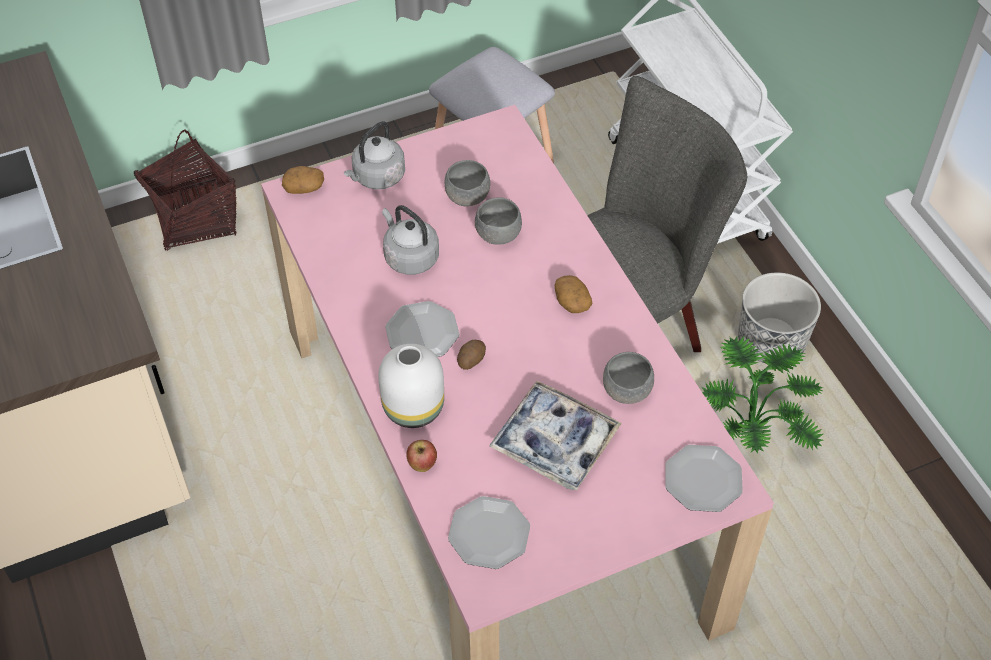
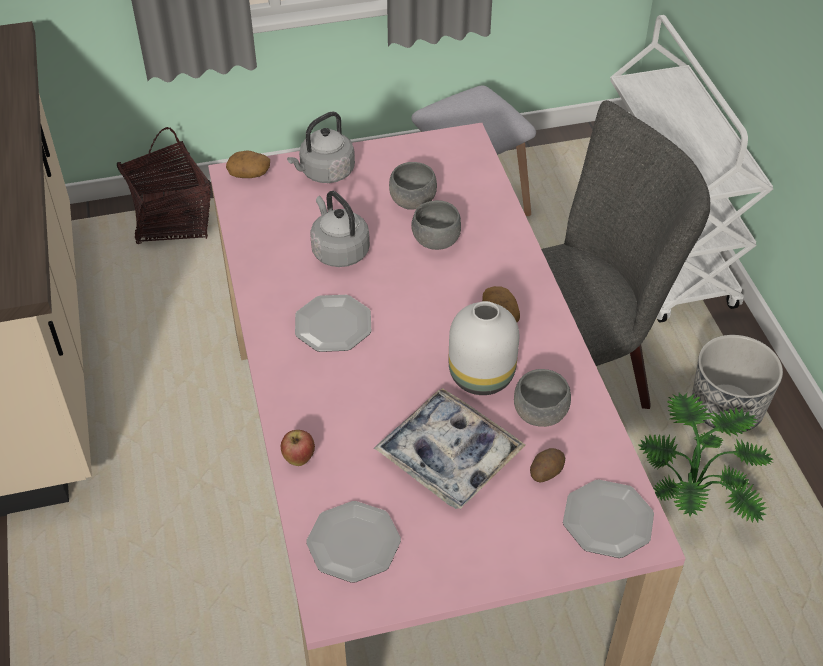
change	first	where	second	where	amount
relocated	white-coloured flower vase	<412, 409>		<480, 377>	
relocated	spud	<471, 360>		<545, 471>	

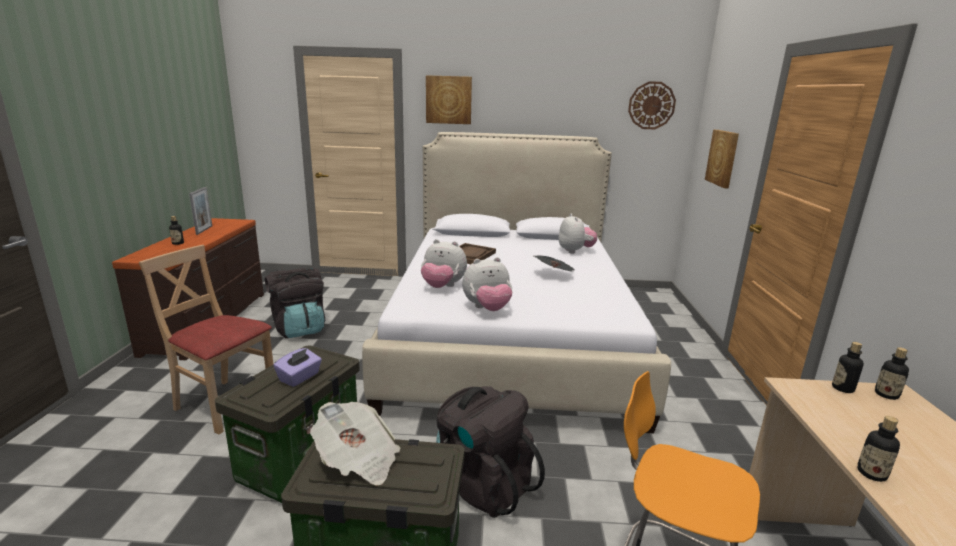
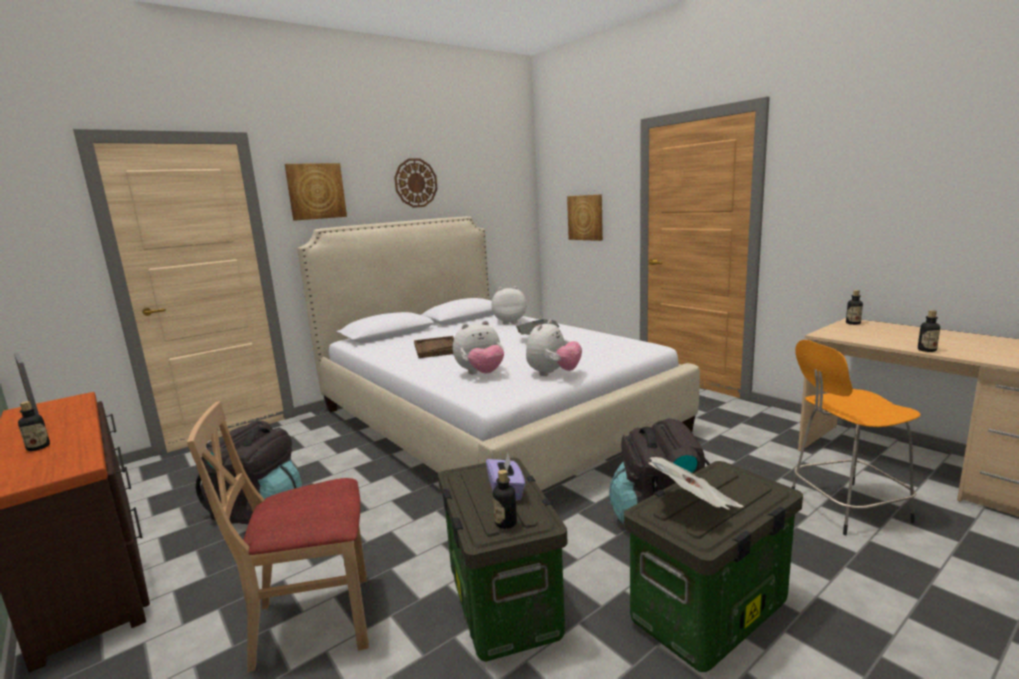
change	first	where	second	where	amount
relocated	wall clock	<651, 105>		<415, 183>	
relocated	beverage bottle	<842, 388>		<506, 523>	
spun	cuddly toy	<575, 251>		<509, 322>	45 degrees counterclockwise

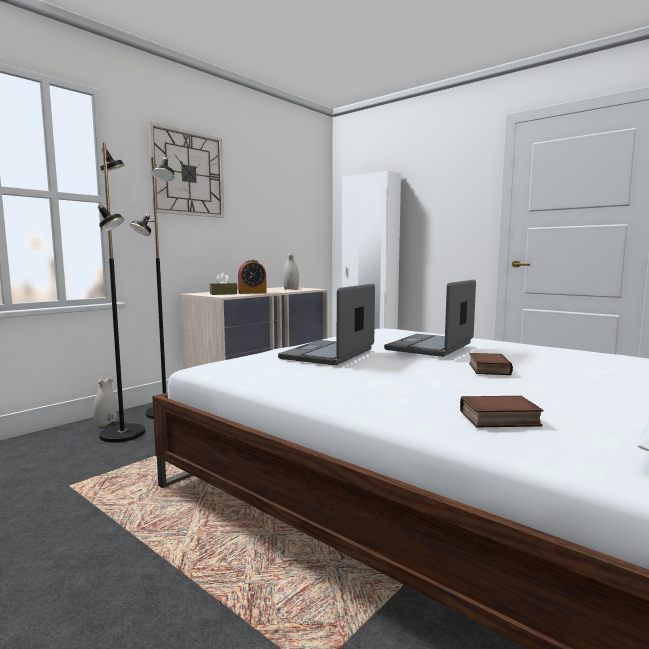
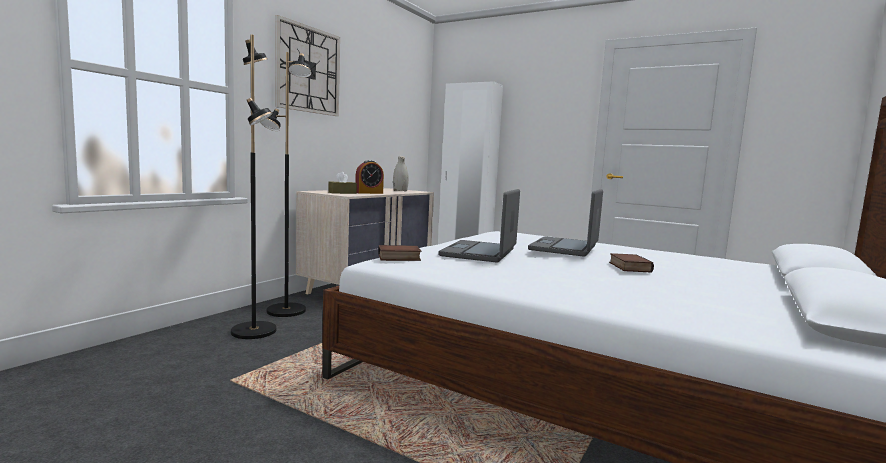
change	first	where	second	where	amount
missing	white-coloured flower vase	<106, 423>			
relocated	volume	<499, 419>		<398, 258>	

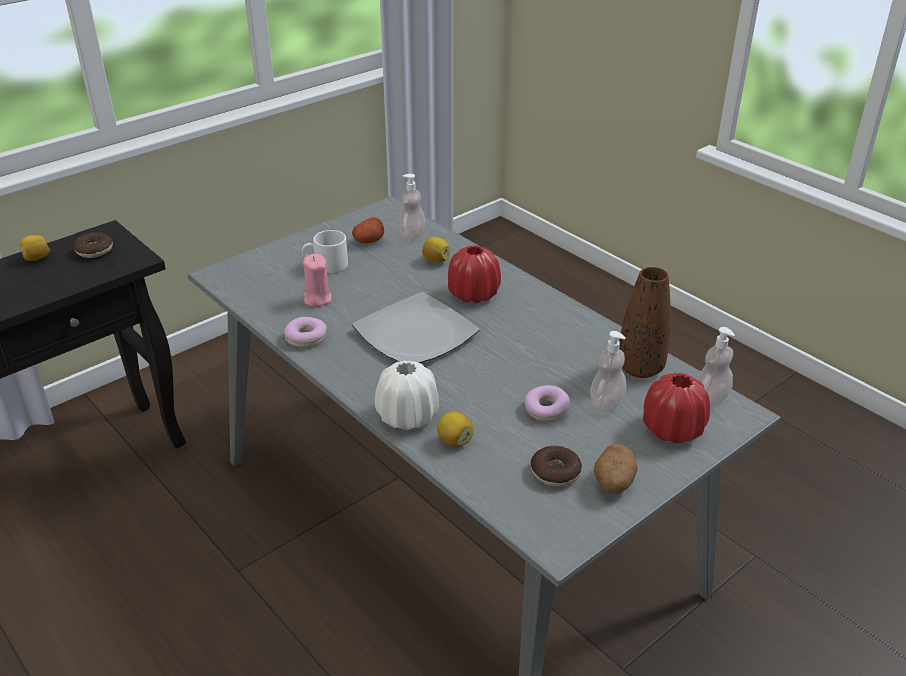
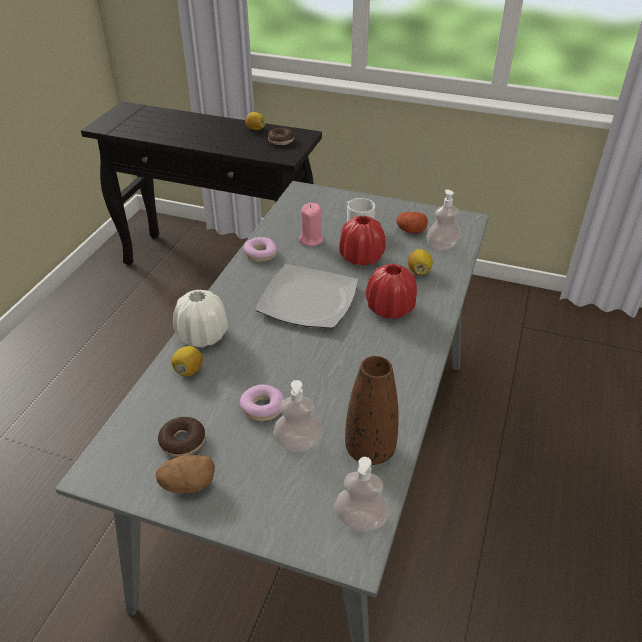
change	first	where	second	where	amount
relocated	red-coloured flower vase	<672, 429>		<361, 257>	

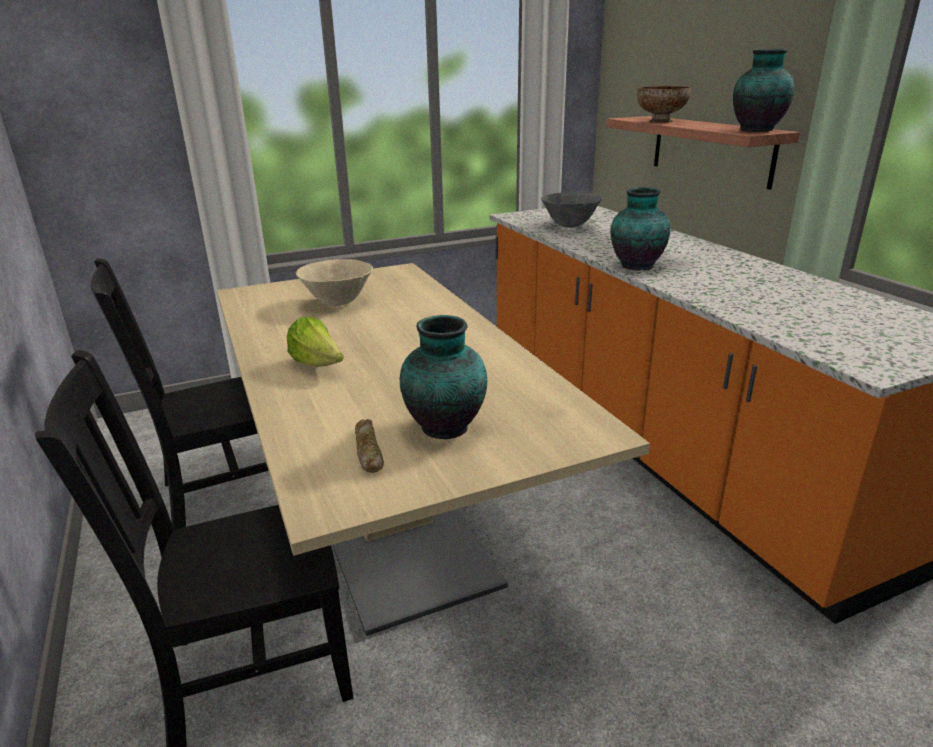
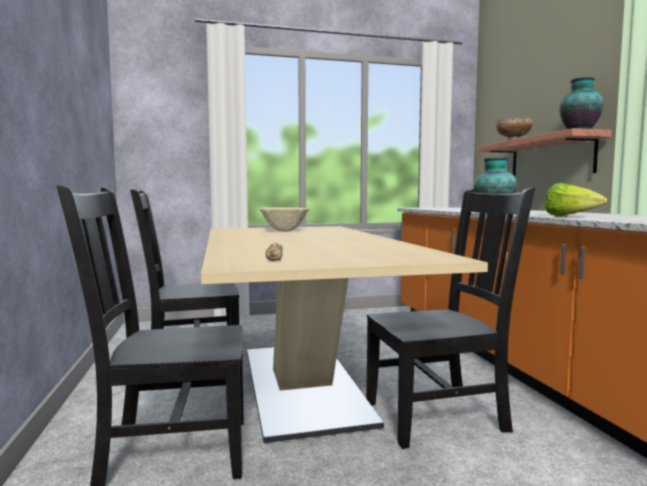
change	first	where	second	where	amount
missing	flower vase	<446, 428>			
missing	grey deep dish	<570, 226>			
appeared			black-coloured upright chair	<439, 415>	
relocated	lettuce	<318, 365>		<570, 216>	

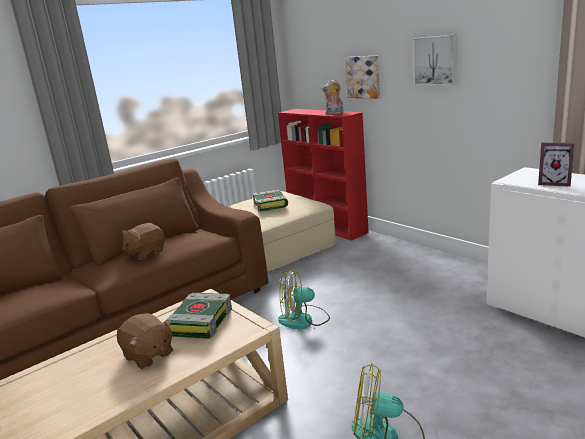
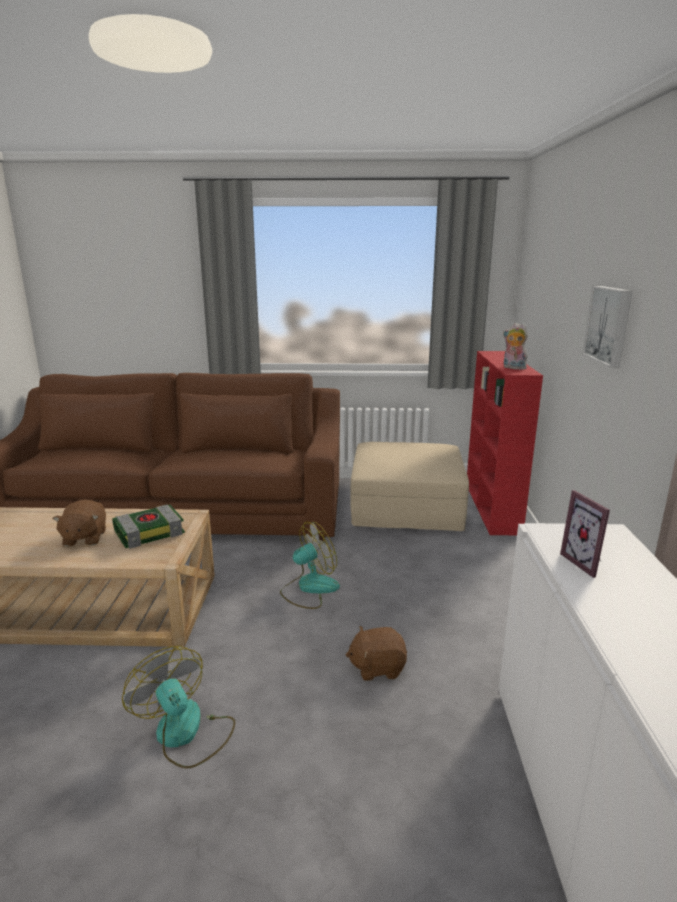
change	first	where	second	where	amount
missing	volume	<271, 205>			
missing	picture	<363, 77>			
relocated	brown-coloured cuddly toy	<145, 253>		<377, 667>	
spun	cooling fan	<304, 320>		<309, 588>	120 degrees clockwise

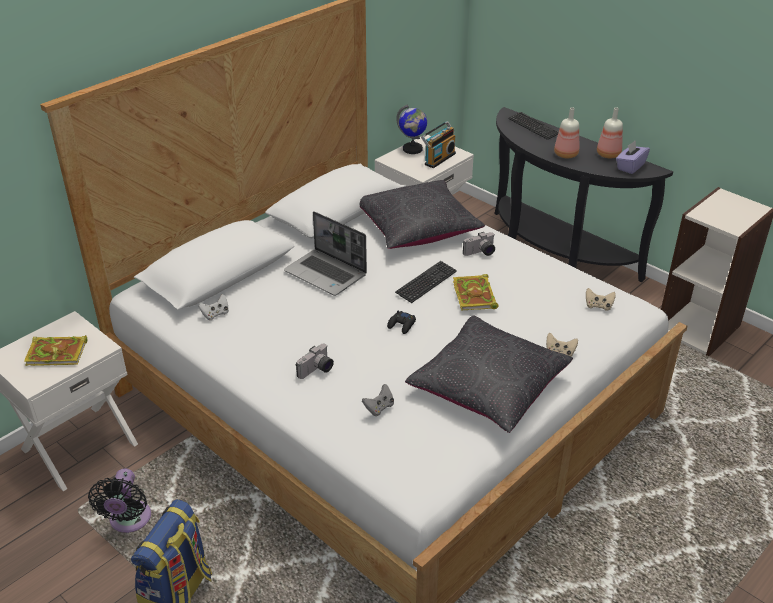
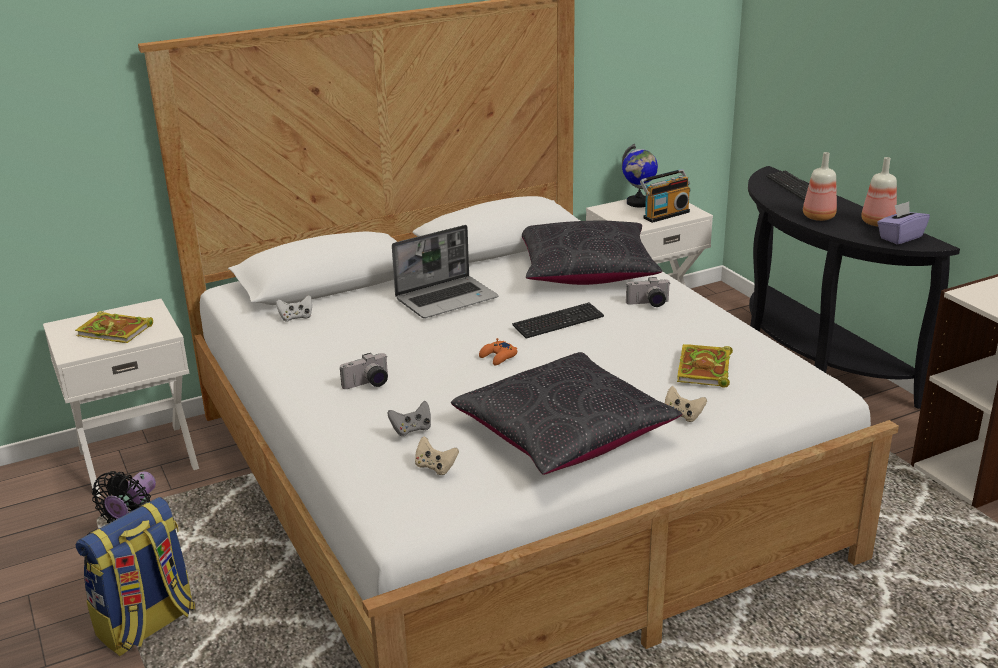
change	first	where	second	where	amount
relocated	volume	<475, 296>		<705, 370>	
relocated	sand-coloured joypad	<598, 306>		<435, 467>	
colour	black-coloured joypad	<402, 325>	orange-coloured joypad	<498, 357>	
spun	notebook computer	<327, 273>		<447, 299>	90 degrees counterclockwise

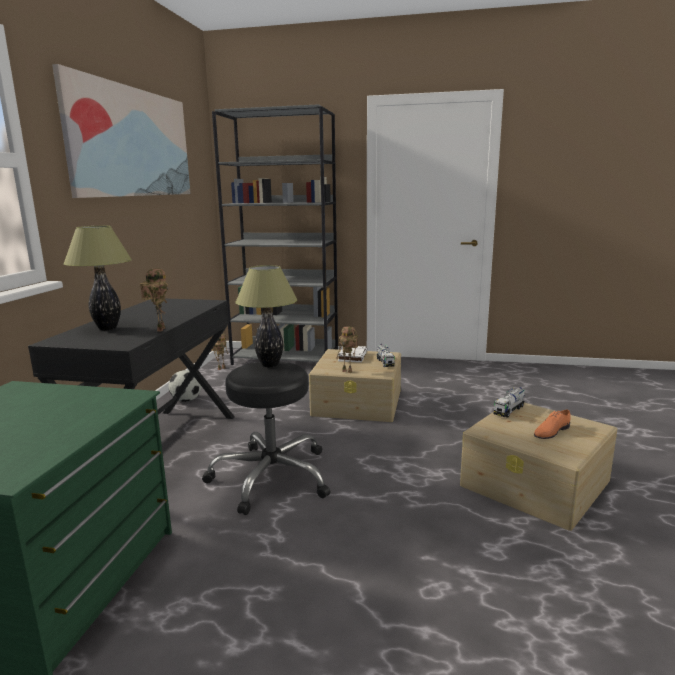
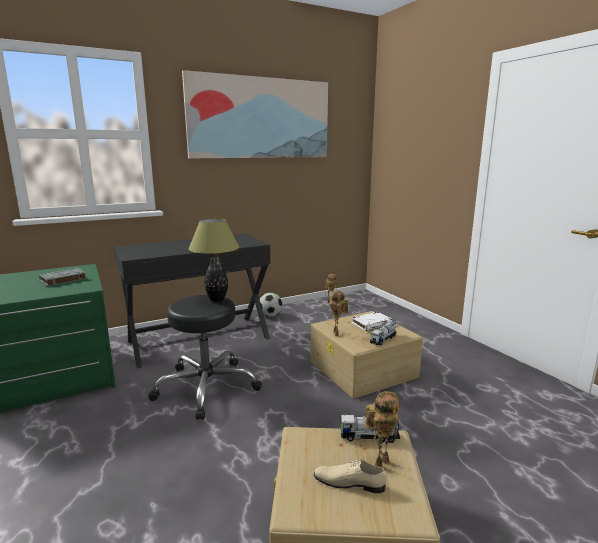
change	first	where	second	where	amount
missing	lamp for a table	<107, 328>			
missing	grey bookcase	<286, 359>			
appeared			grey volume	<63, 280>	
relocated	toy robot	<159, 329>		<381, 462>	
colour	orange-coloured item of footwear	<551, 431>	sand-coloured item of footwear	<349, 481>	

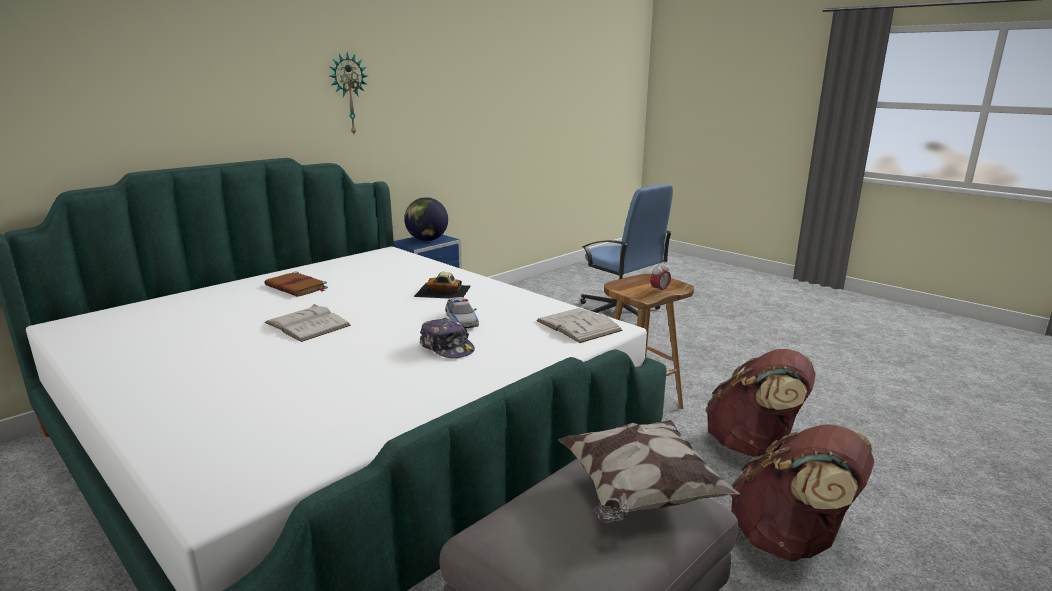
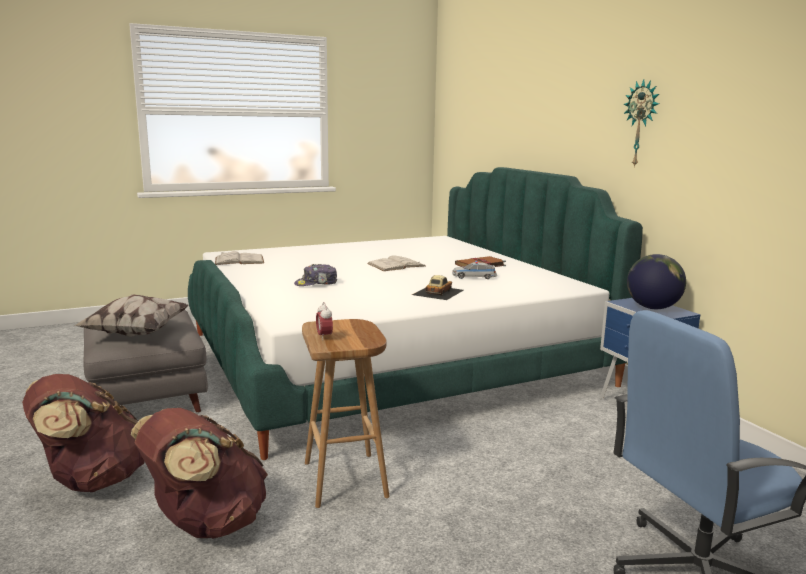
change	first	where	second	where	amount
relocated	toy car	<461, 320>		<474, 277>	
relocated	white-coloured volume	<578, 325>		<239, 260>	

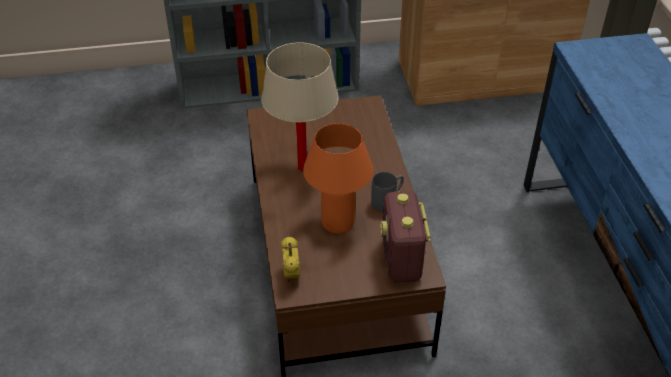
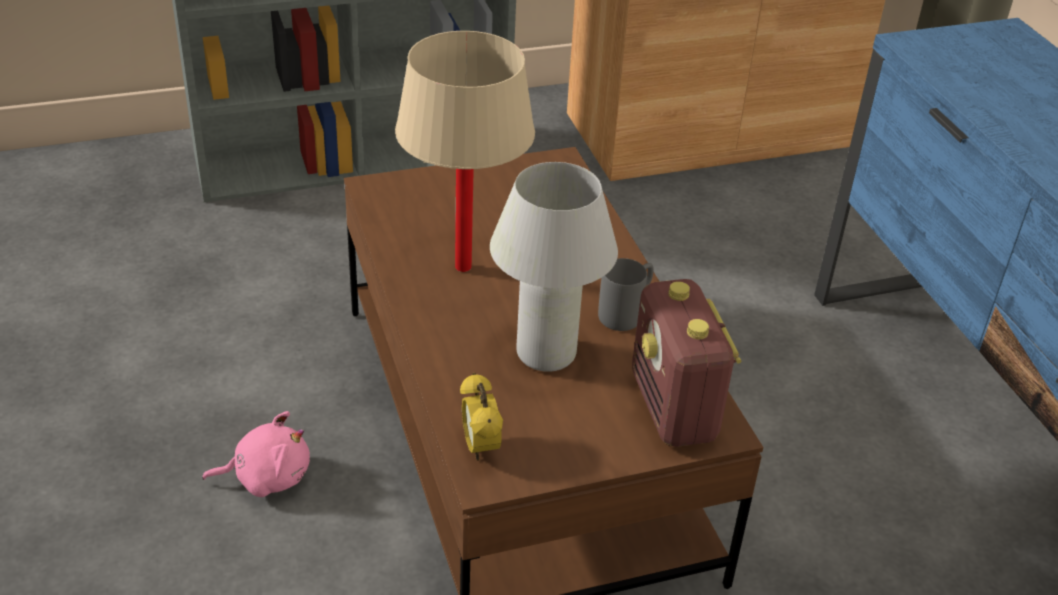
change	first	where	second	where	amount
appeared			pinkish cuddly toy	<267, 476>	
colour	orange-coloured lamp for a table	<338, 222>	white-coloured lamp for a table	<546, 353>	

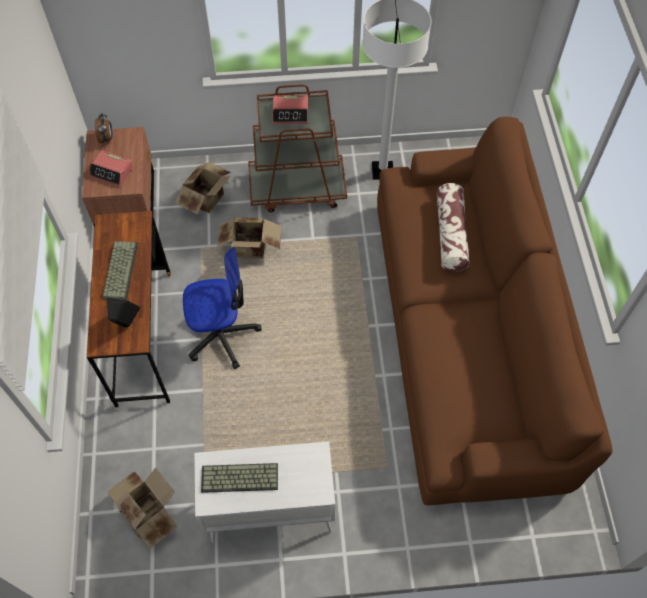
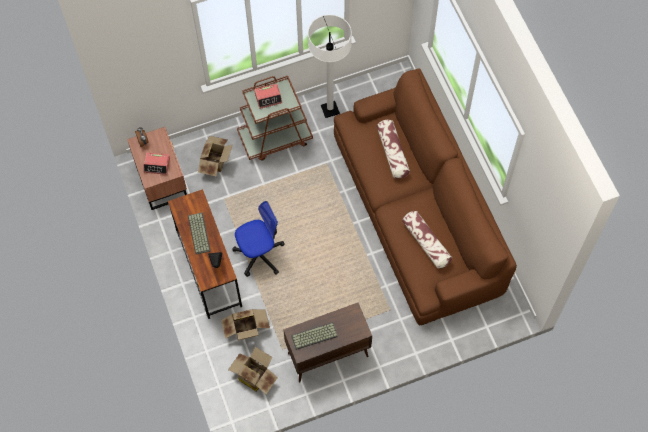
change	first	where	second	where	amount
appeared			cushion	<426, 243>	
relocated	carton	<251, 249>		<247, 330>	
colour	white-coloured storage cabinet	<269, 511>	brown-coloured storage cabinet	<327, 355>	

